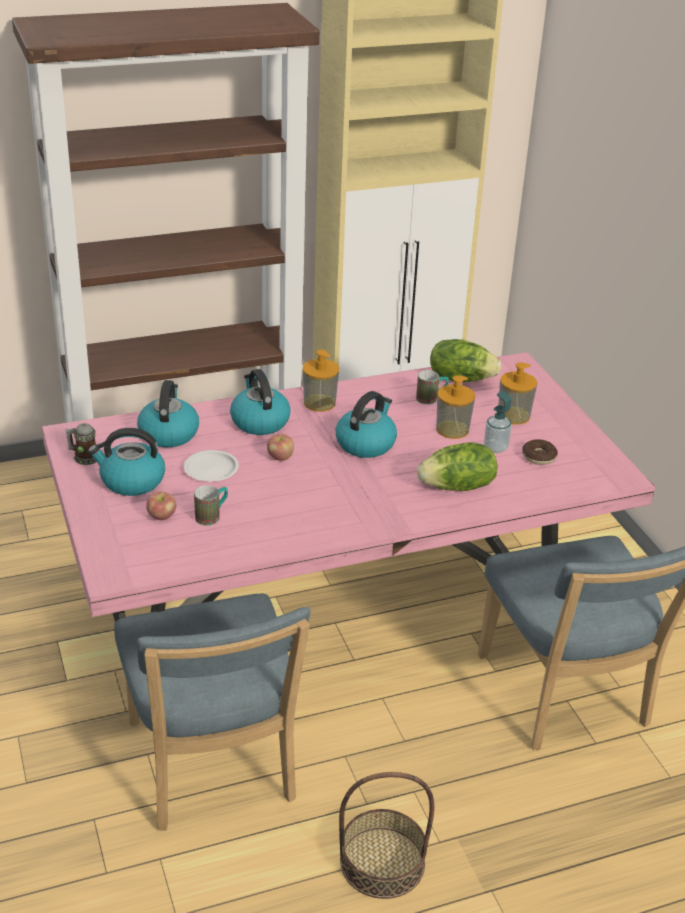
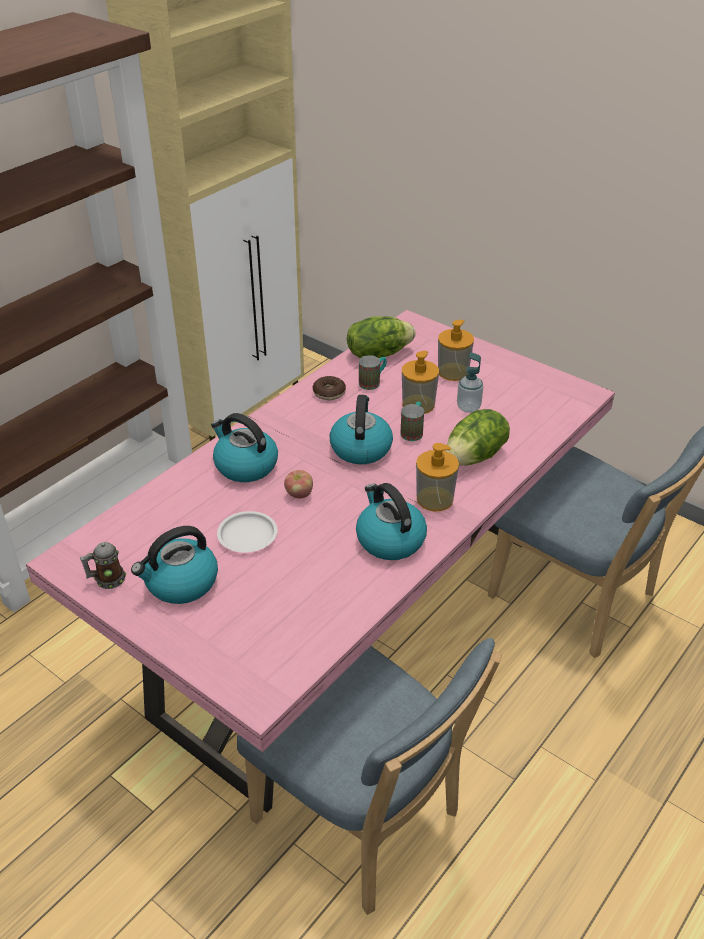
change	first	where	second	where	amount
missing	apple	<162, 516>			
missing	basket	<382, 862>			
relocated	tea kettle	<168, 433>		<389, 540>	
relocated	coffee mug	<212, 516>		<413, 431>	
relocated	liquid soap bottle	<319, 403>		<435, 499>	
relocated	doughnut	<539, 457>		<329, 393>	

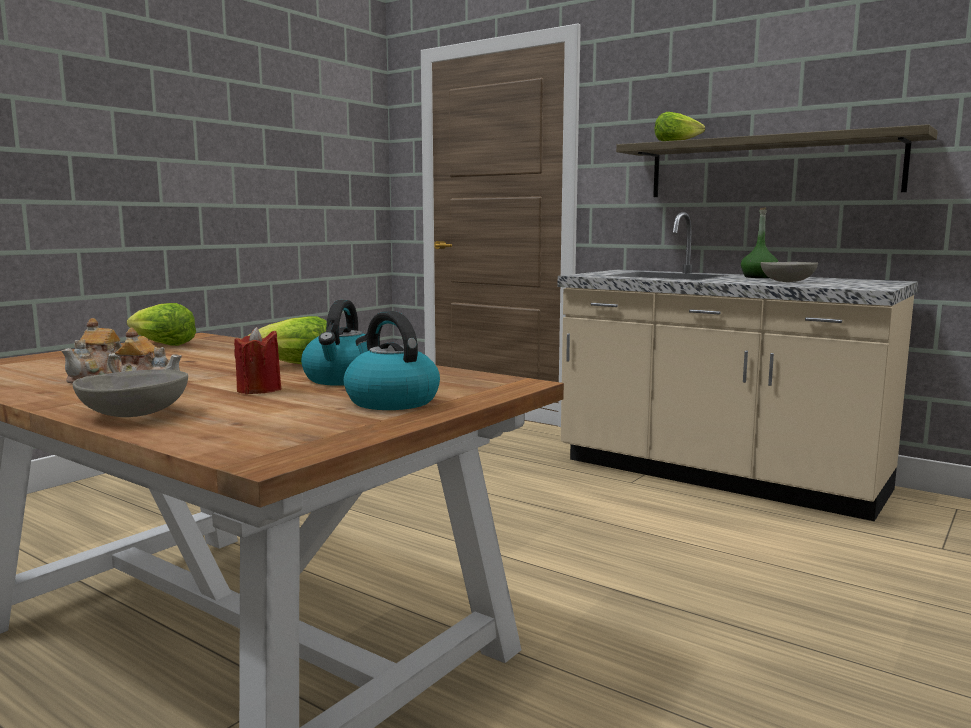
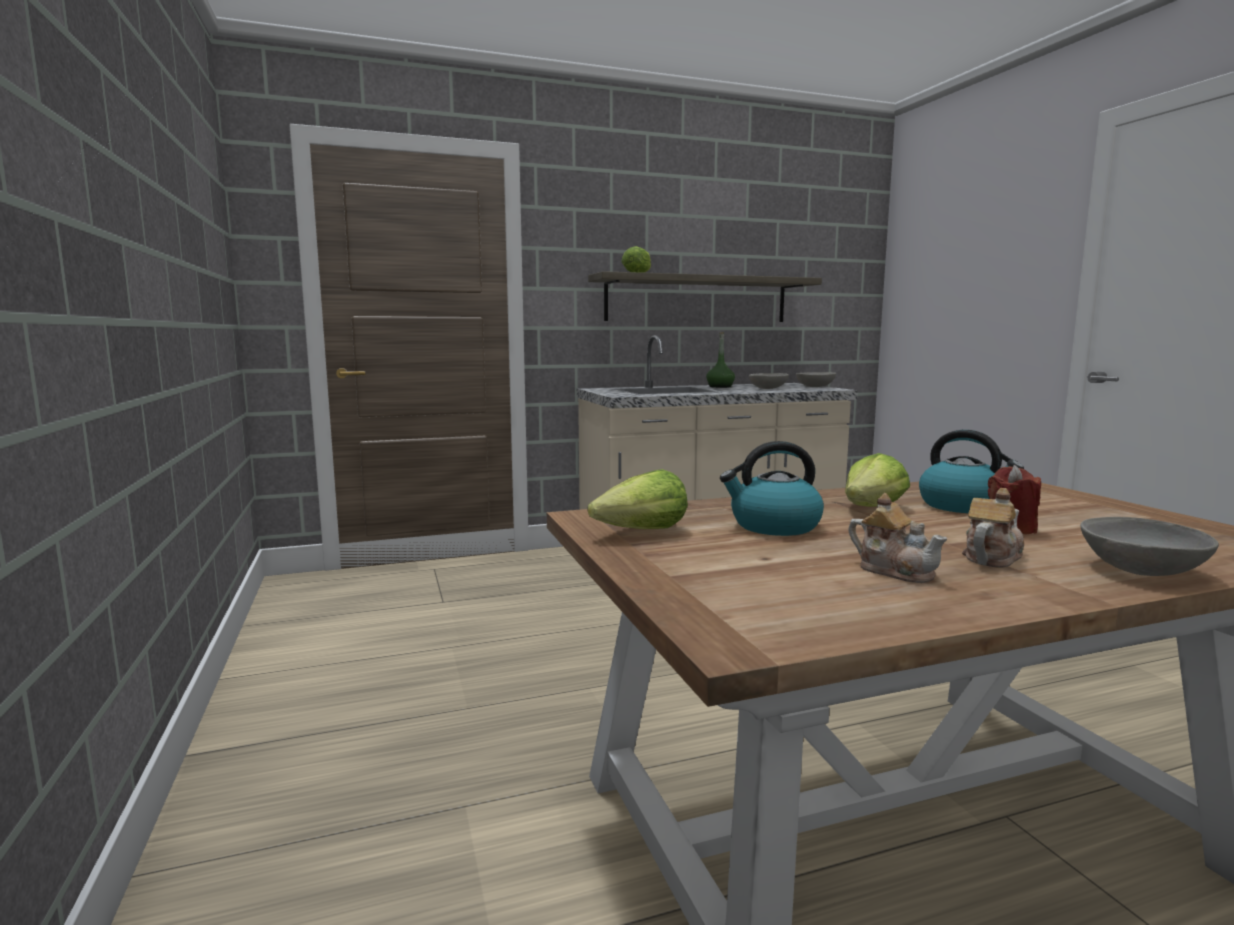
change	first	where	second	where	amount
appeared			grey deep dish	<815, 387>	
relocated	tea kettle	<390, 401>		<773, 526>	

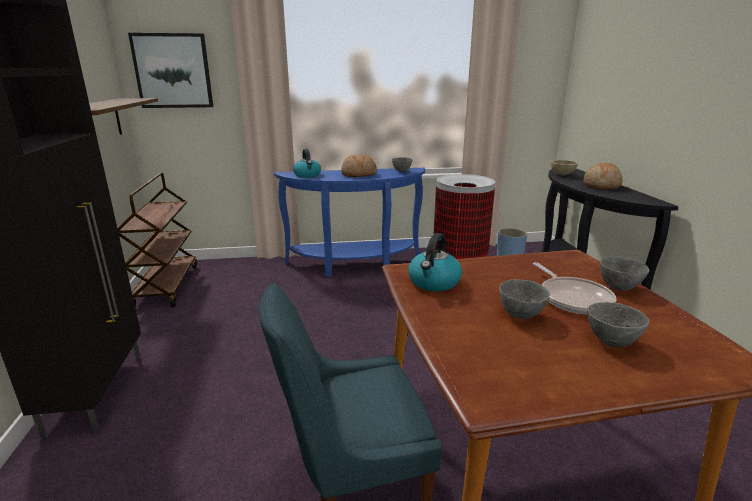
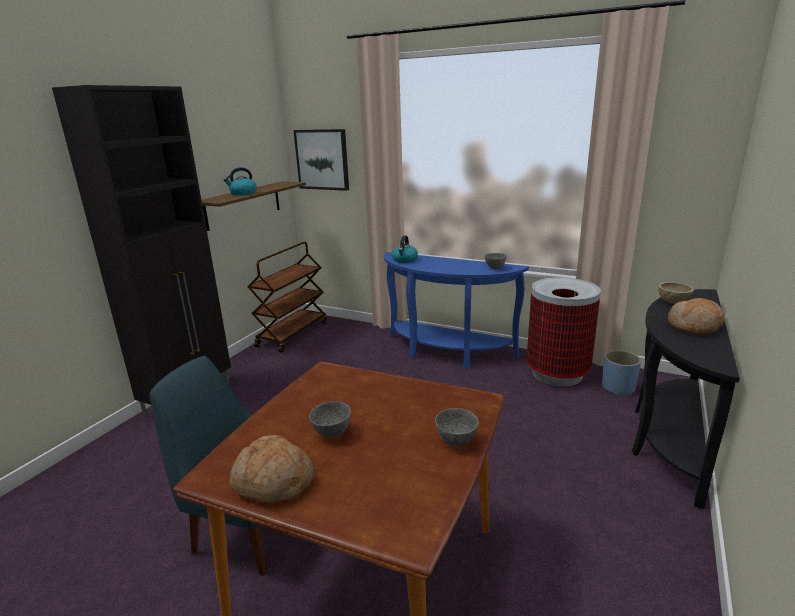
change	first	where	second	where	amount
missing	skillet	<572, 298>			
missing	grey deep dish	<611, 342>			
relocated	bakery bread	<358, 174>		<273, 482>	
relocated	tea kettle	<434, 282>		<242, 193>	

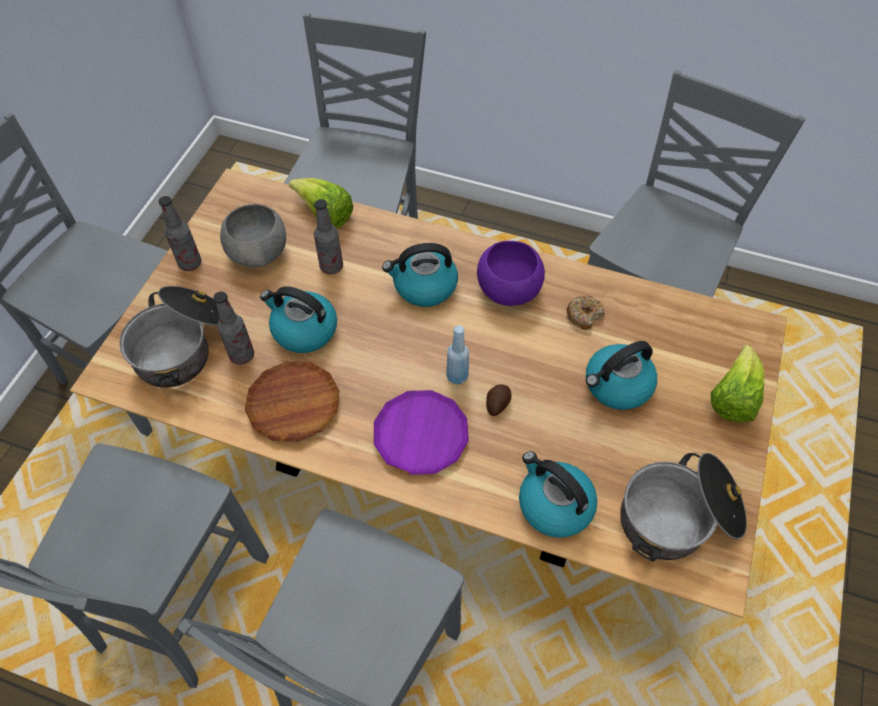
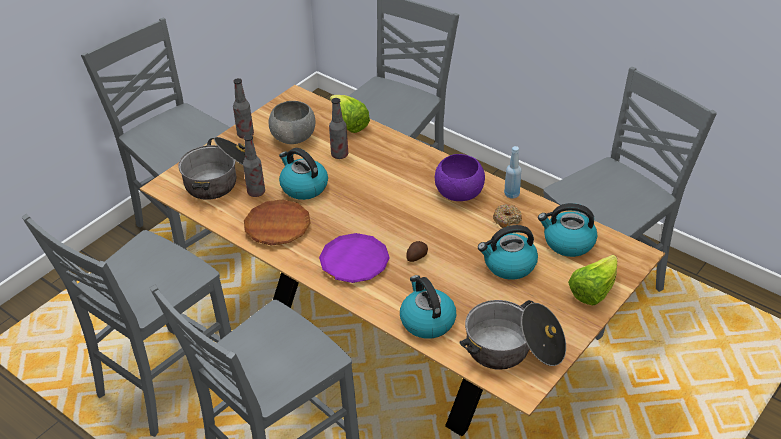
change	first	where	second	where	amount
relocated	tea kettle	<424, 286>		<568, 242>	
relocated	bluish beverage bottle	<457, 376>		<512, 194>	

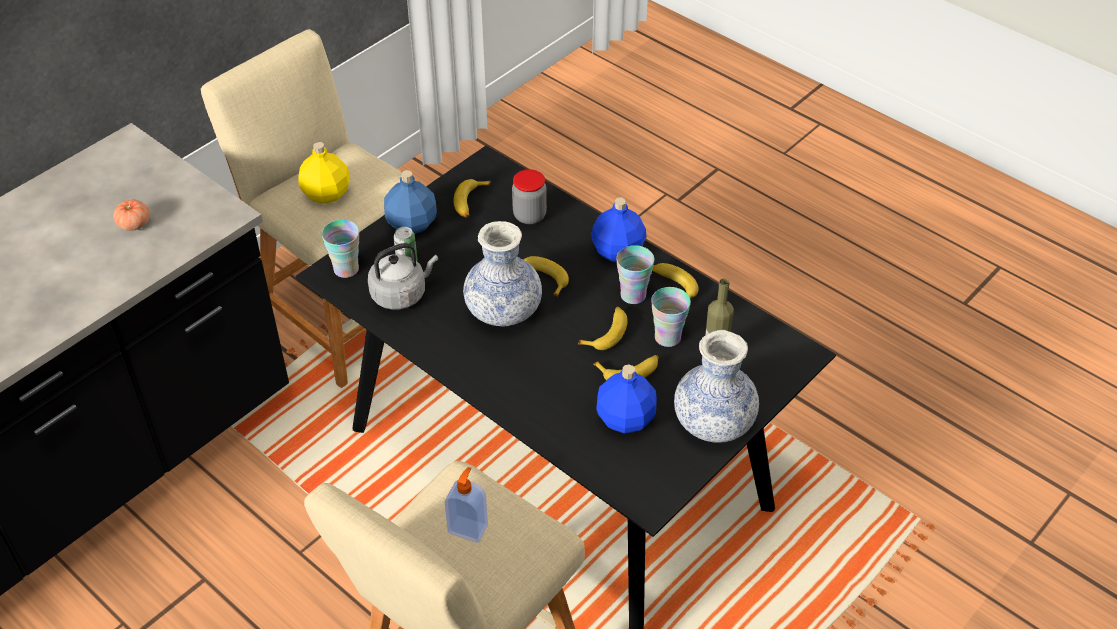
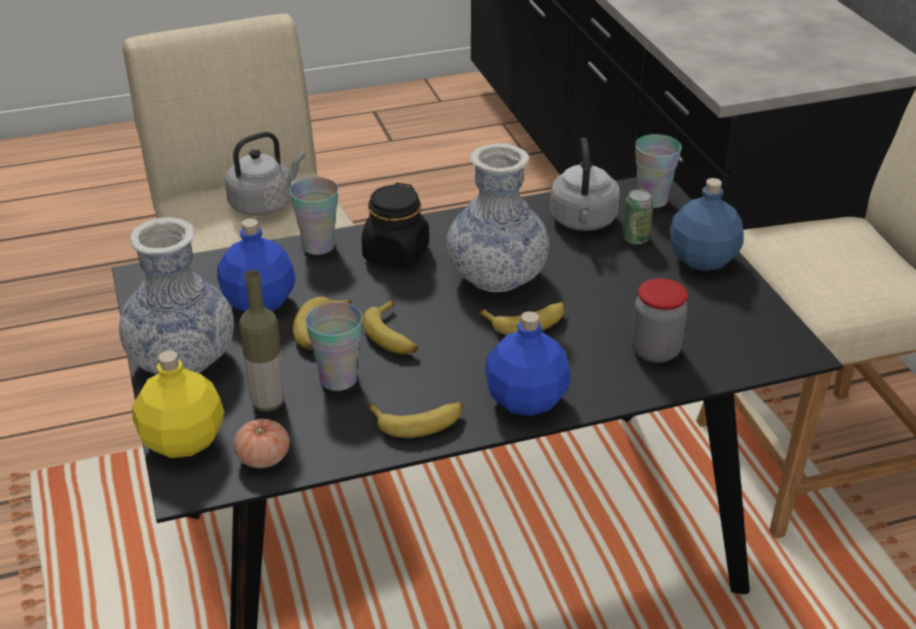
change	first	where	second	where	amount
missing	banana	<470, 202>			
appeared			black-coloured storage jar	<396, 254>	
relocated	fresh tomato	<134, 224>		<263, 458>	
relocated	yellowish beverage bottle	<326, 194>		<183, 440>	
relocated	small cup	<633, 295>		<318, 246>	
exchanged	liquid soap bottle	<468, 528>	grey tea kettle	<264, 204>	

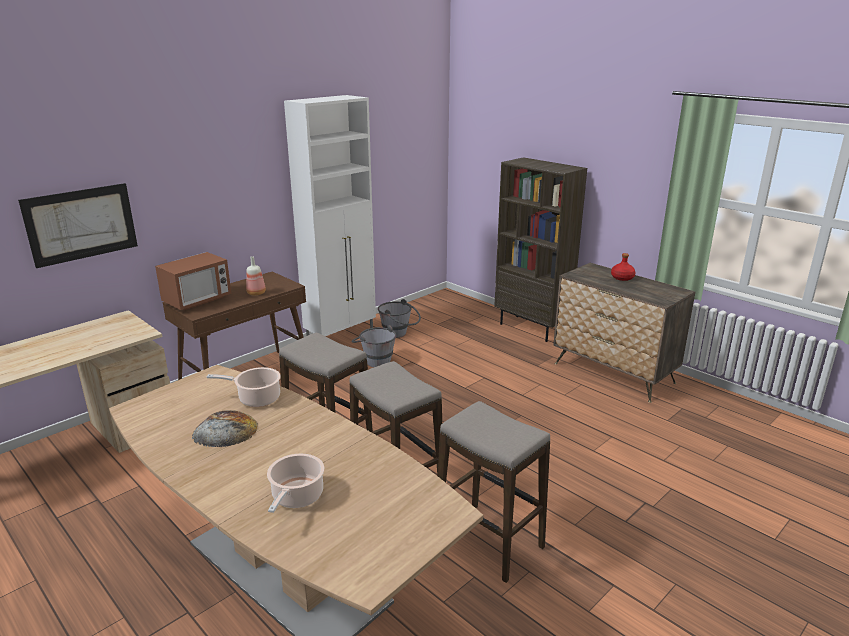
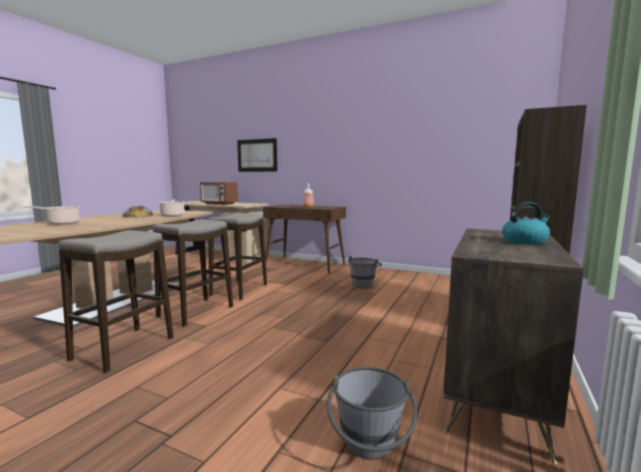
change	first	where	second	where	amount
missing	white-coloured storage cabinet	<341, 336>			
relocated	microwave oven	<197, 300>		<219, 203>	
relocated	grey pail	<399, 334>		<369, 449>	
exchanged	red-coloured beverage bottle	<622, 278>	tea kettle	<525, 241>	

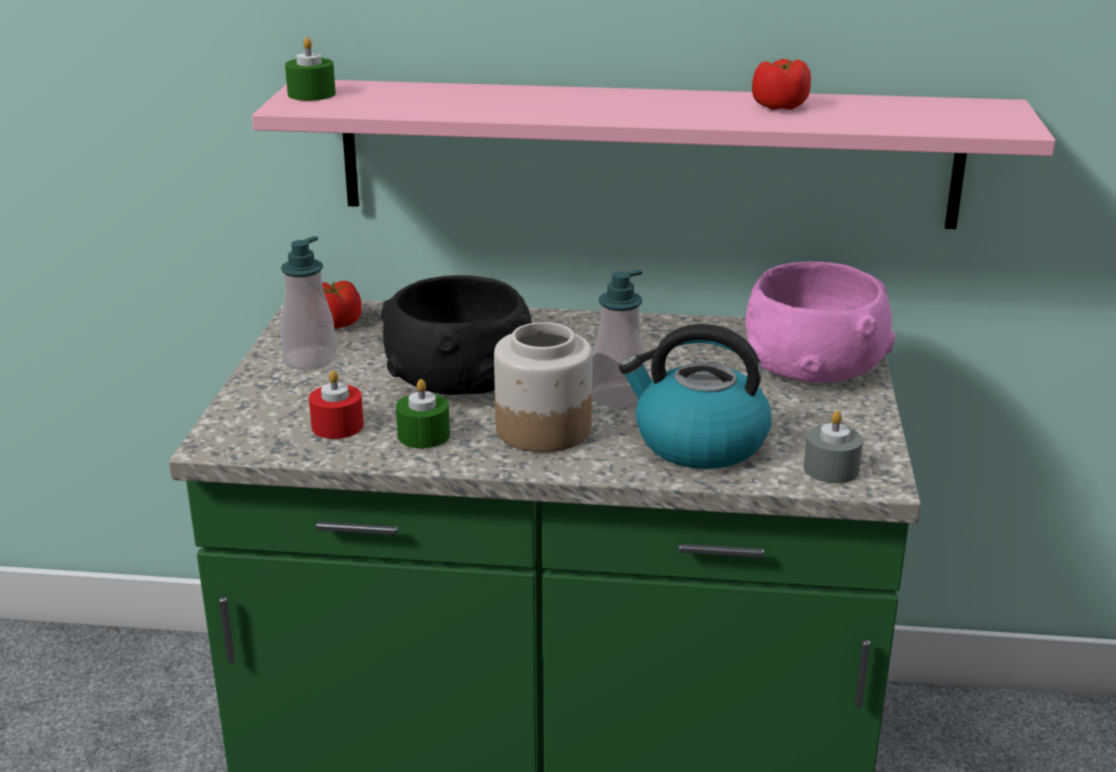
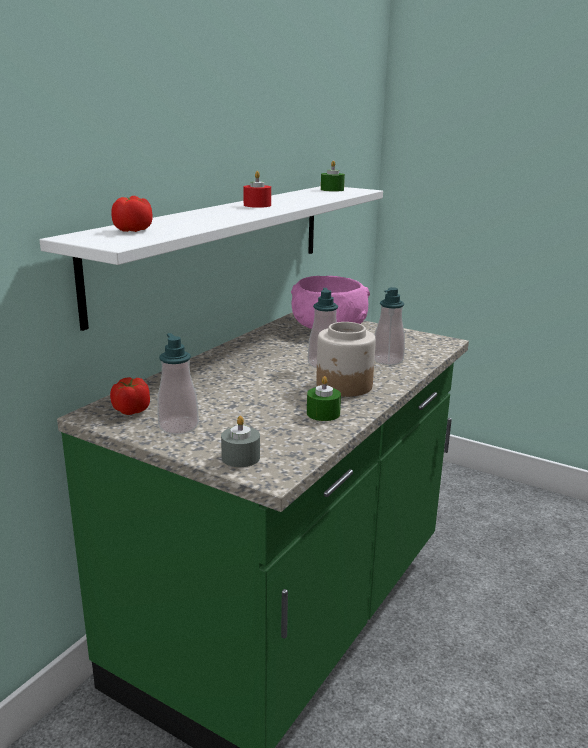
change	first	where	second	where	amount
missing	black-coloured deep dish	<458, 375>			
relocated	green-coloured wax candle	<311, 94>		<332, 190>	
relocated	red-coloured wax candle	<337, 426>		<257, 205>	
relocated	fresh tomato	<780, 106>		<133, 230>	
relocated	grey wax candle	<831, 469>		<240, 457>	
exchanged	tea kettle	<698, 443>	liquid soap bottle	<387, 360>	
colour	pinkish shelf	<647, 153>	white-coloured shelf	<218, 245>	

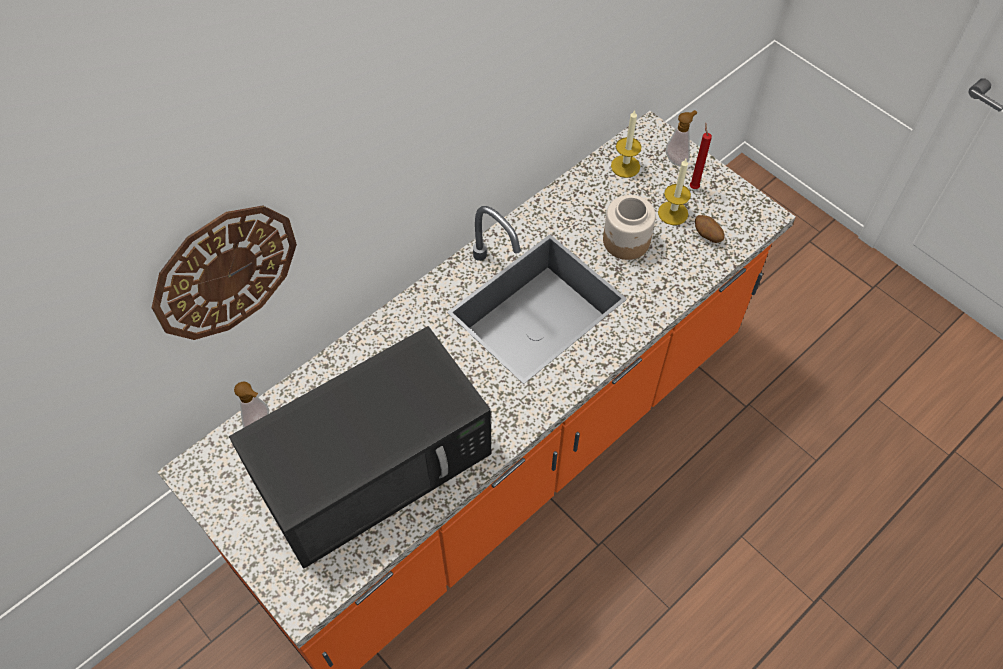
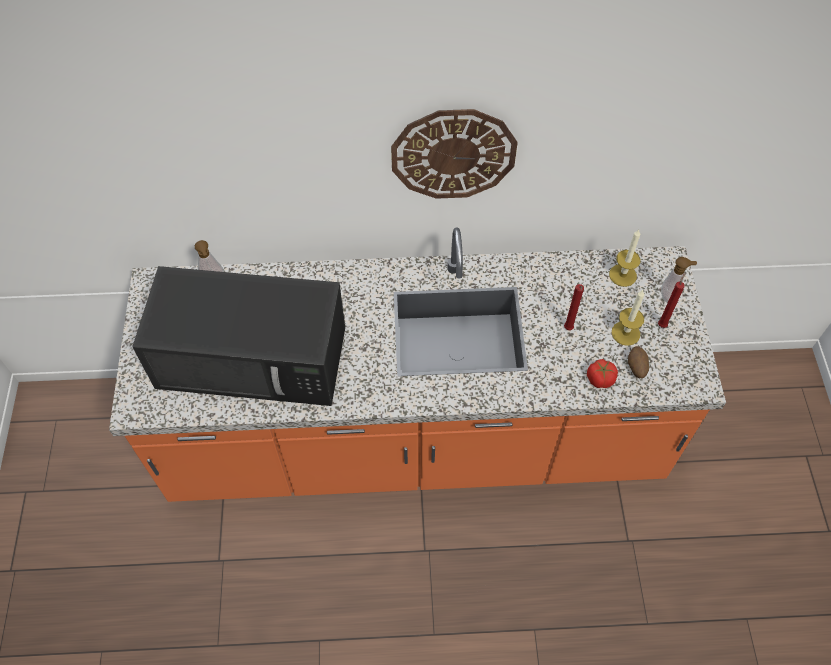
change	first	where	second	where	amount
appeared			fresh tomato	<600, 379>	
relocated	wall clock	<225, 272>		<453, 154>	
exchanged	storage jar	<626, 241>	red-coloured wax candle	<568, 329>	

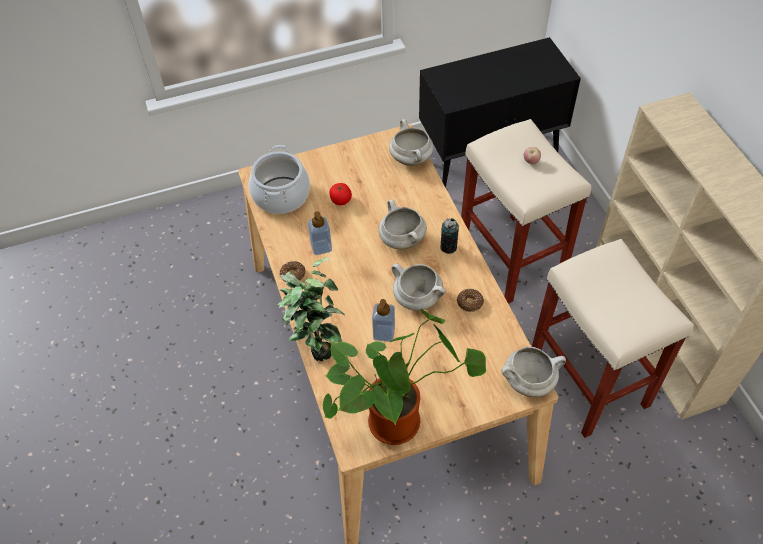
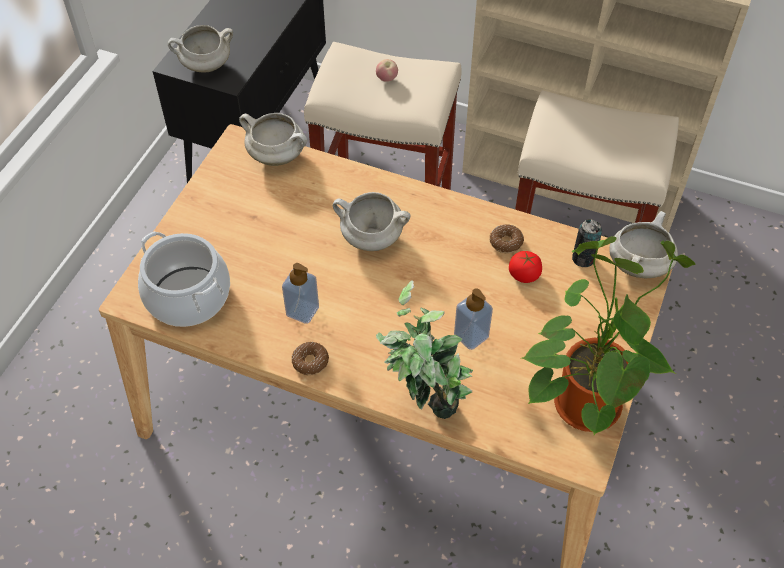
change	first	where	second	where	amount
relocated	fresh tomato	<340, 200>		<524, 275>	
relocated	white-coloured cooking pot	<416, 298>		<205, 66>	
relocated	sealed can	<448, 247>		<583, 258>	

